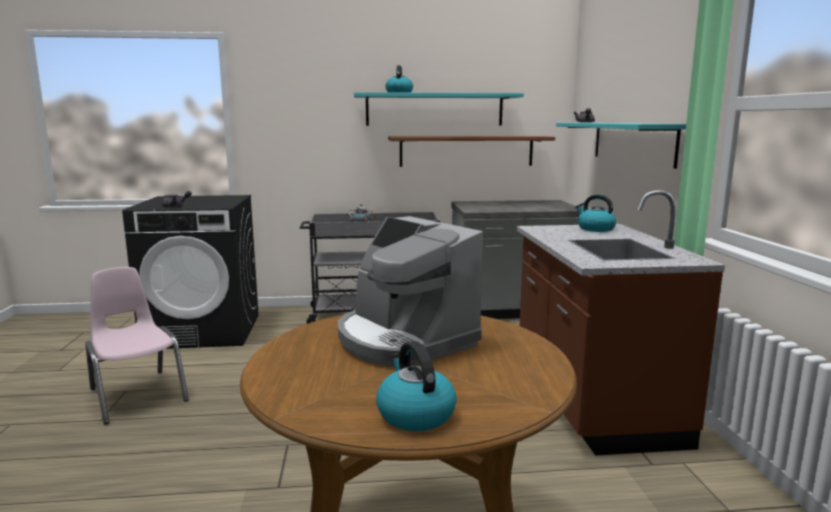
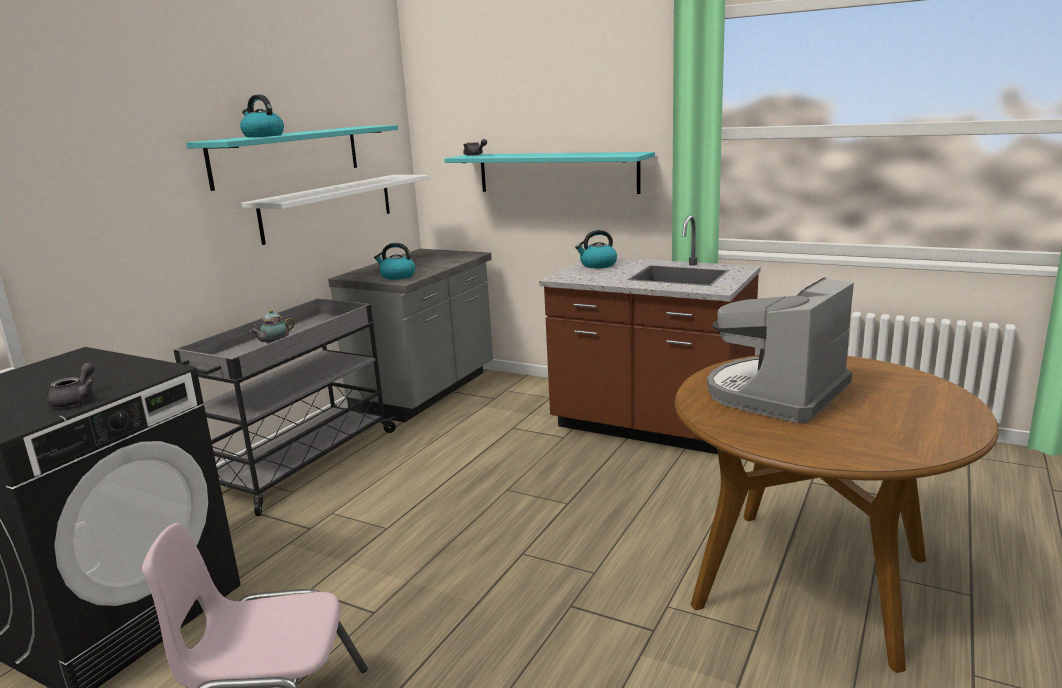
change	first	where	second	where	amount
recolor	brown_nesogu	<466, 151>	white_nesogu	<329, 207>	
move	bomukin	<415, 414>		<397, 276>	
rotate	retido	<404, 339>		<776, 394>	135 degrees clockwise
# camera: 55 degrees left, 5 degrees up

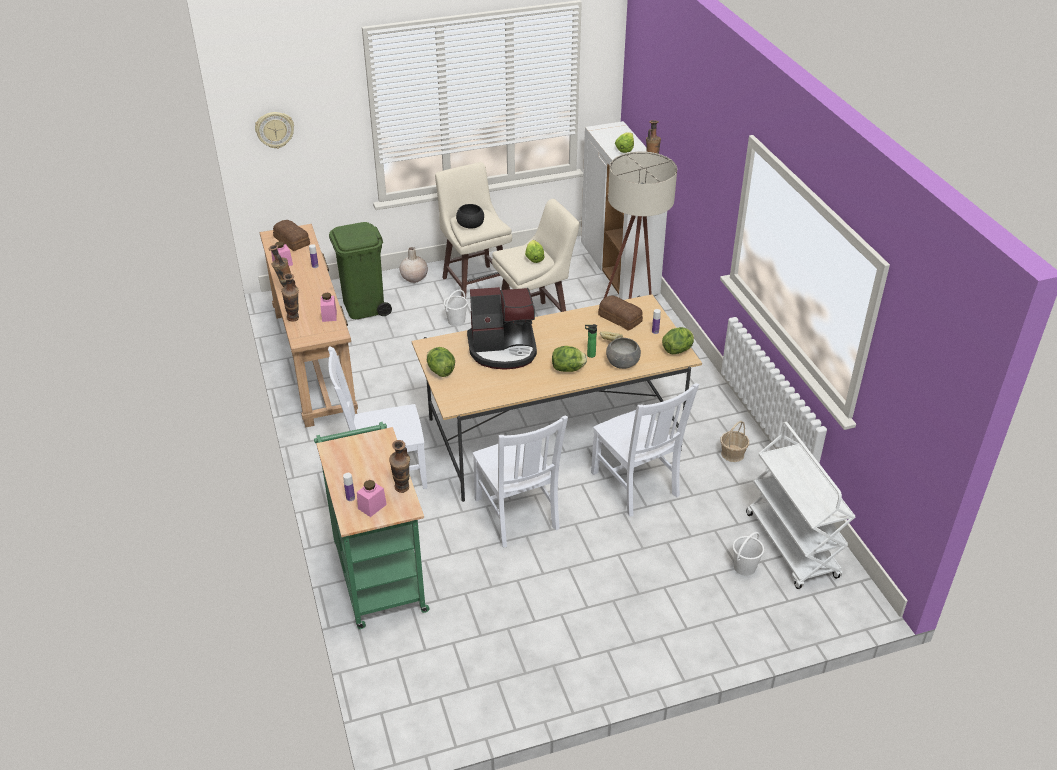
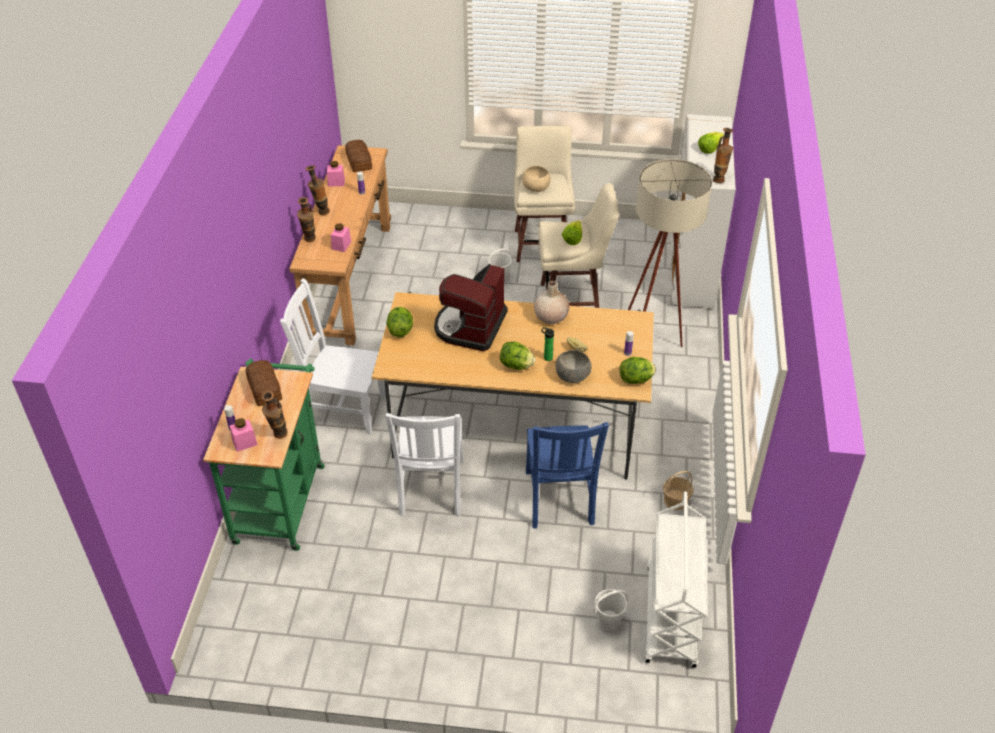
change	first	where	second	where	amount
move	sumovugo	<620, 318>		<265, 388>	
rotate	retido	<503, 350>		<470, 326>	90 degrees clockwise
recolor	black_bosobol	<471, 225>	beige_bosobol	<536, 187>	
recolor	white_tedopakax	<636, 486>	blue_tedopakax	<559, 500>	
move	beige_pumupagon	<414, 278>		<550, 317>	
delete	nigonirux	<274, 129>			
delete	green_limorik	<364, 307>			
# camera: 25 degrees right, 5 degrees up

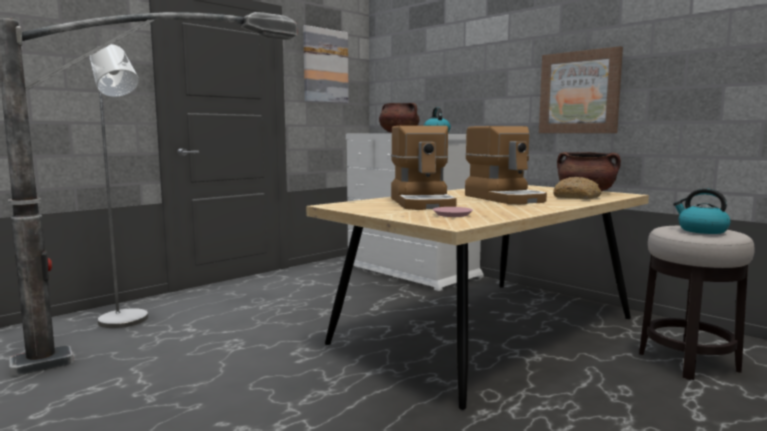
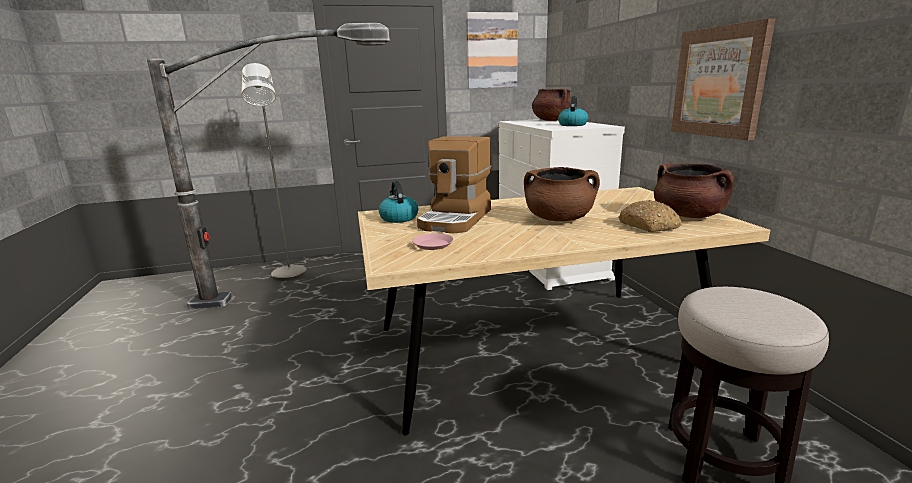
change	first	where	second	where	amount
move	bomukin	<701, 230>		<398, 218>	
replace	retido	<505, 198>	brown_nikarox	<559, 219>	
# camera: 30 degrees right, 10 degrees up

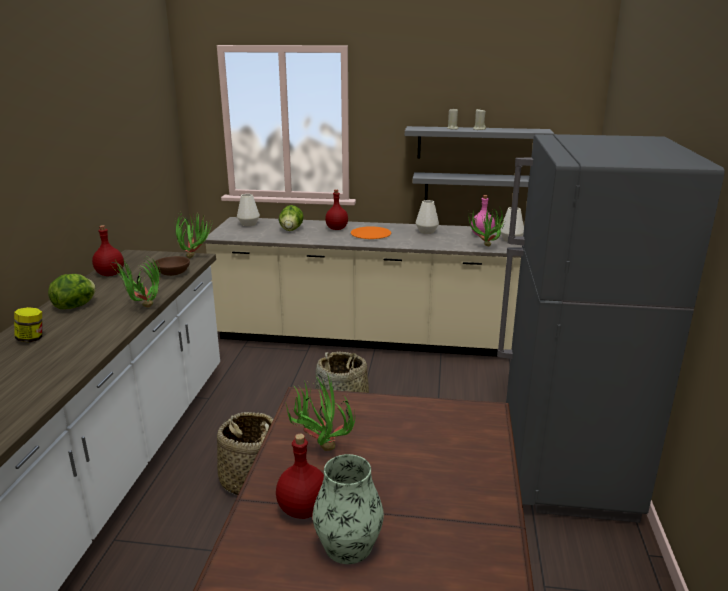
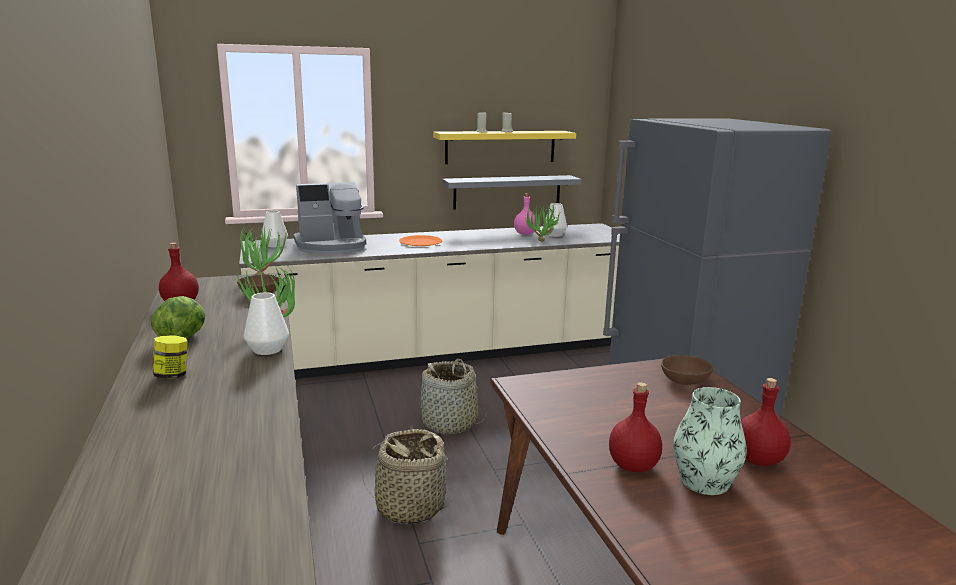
change	first	where	second	where	amount
move	white_pumupagon	<426, 231>		<267, 349>	
replace	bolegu	<291, 230>	retido	<331, 246>	
recolor	grey_nesogu	<476, 143>	yellow_nesogu	<500, 147>	
insert			brown_bosobol	<684, 380>	
move	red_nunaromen	<336, 228>		<757, 460>	
delete	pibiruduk	<320, 447>			
# camera: 25 degrees left, 5 degrees down

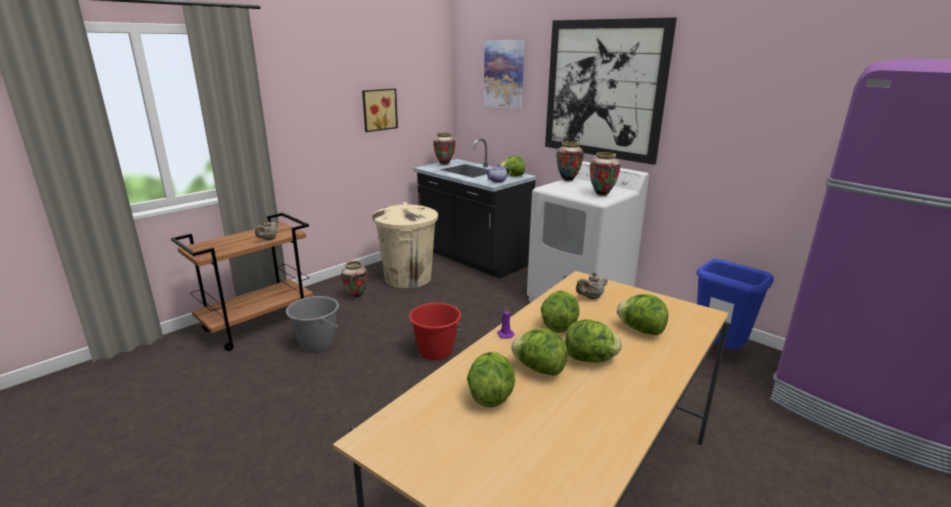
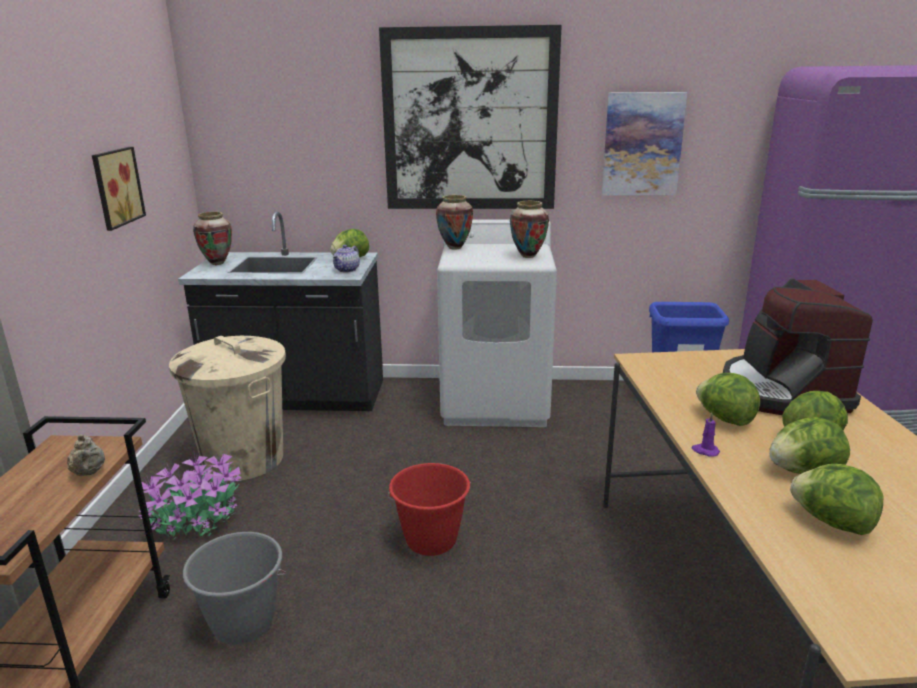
change	first	where	second	where	amount
replace	pumupagon	<356, 296>	pibiruduk	<198, 520>	
move	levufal	<504, 74>		<642, 144>	
replace	bolegu	<640, 330>	retido	<782, 391>	
delete	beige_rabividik	<591, 297>			
# camera: 40 degrees left, 0 degrees up

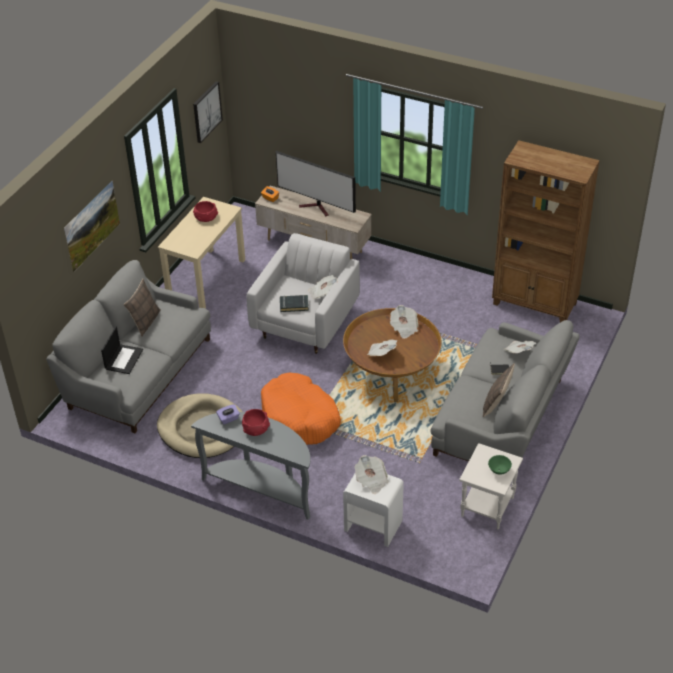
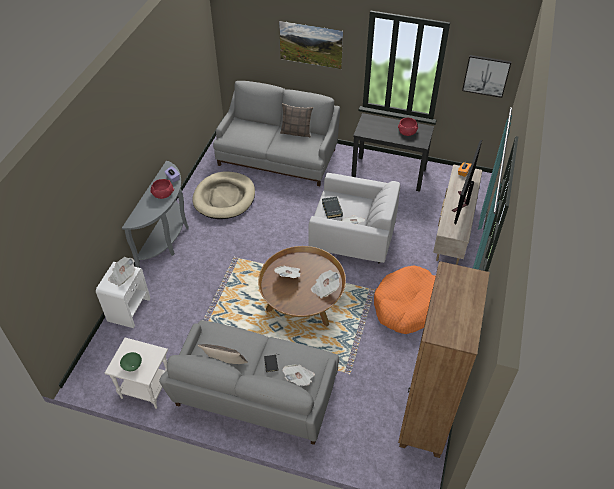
change	first	where	second	where	amount
recolor	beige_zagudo	<206, 278>	black_zagudo	<389, 173>	
move	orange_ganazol	<300, 418>		<407, 305>	
delete	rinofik	<123, 359>			
# camera: 80 degrees right, 5 degrees up

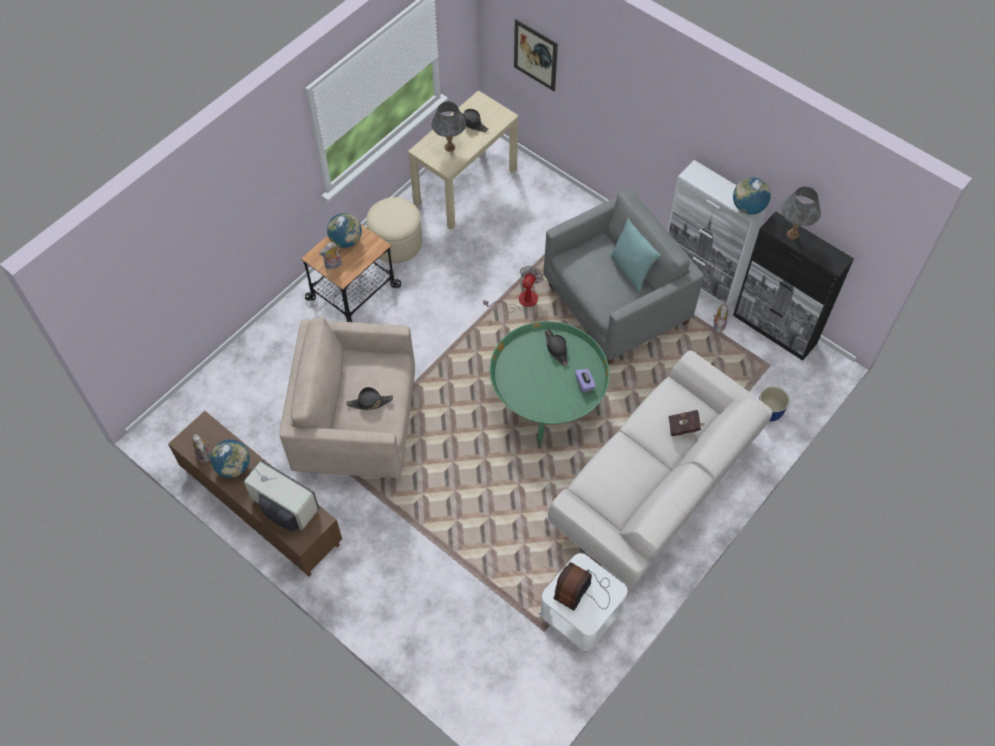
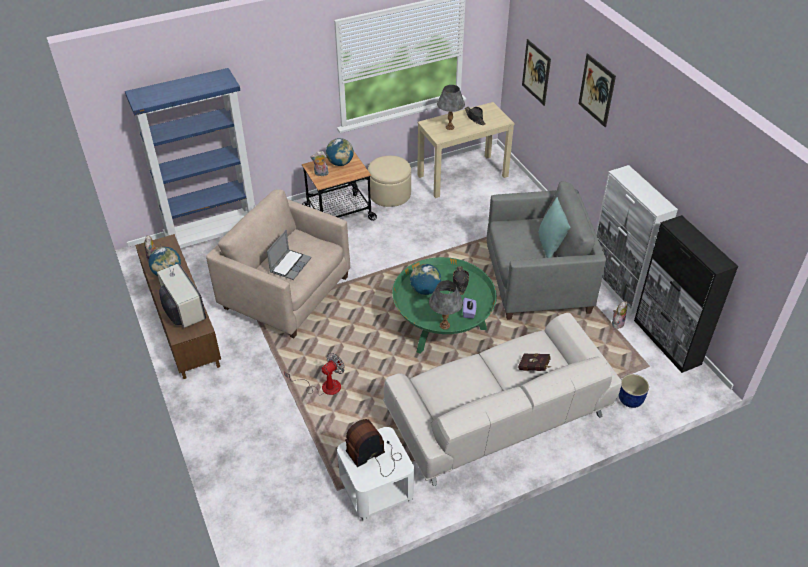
change	first	where	second	where	amount
insert			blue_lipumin	<214, 236>	
replace	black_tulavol	<369, 402>	rinofik	<290, 265>	
move	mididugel	<520, 301>		<324, 387>	
move	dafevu	<748, 207>		<425, 290>	
move	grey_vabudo	<792, 234>		<444, 325>	
insert			levufal	<596, 90>	
# camera: 25 degrees right, 15 degrees down

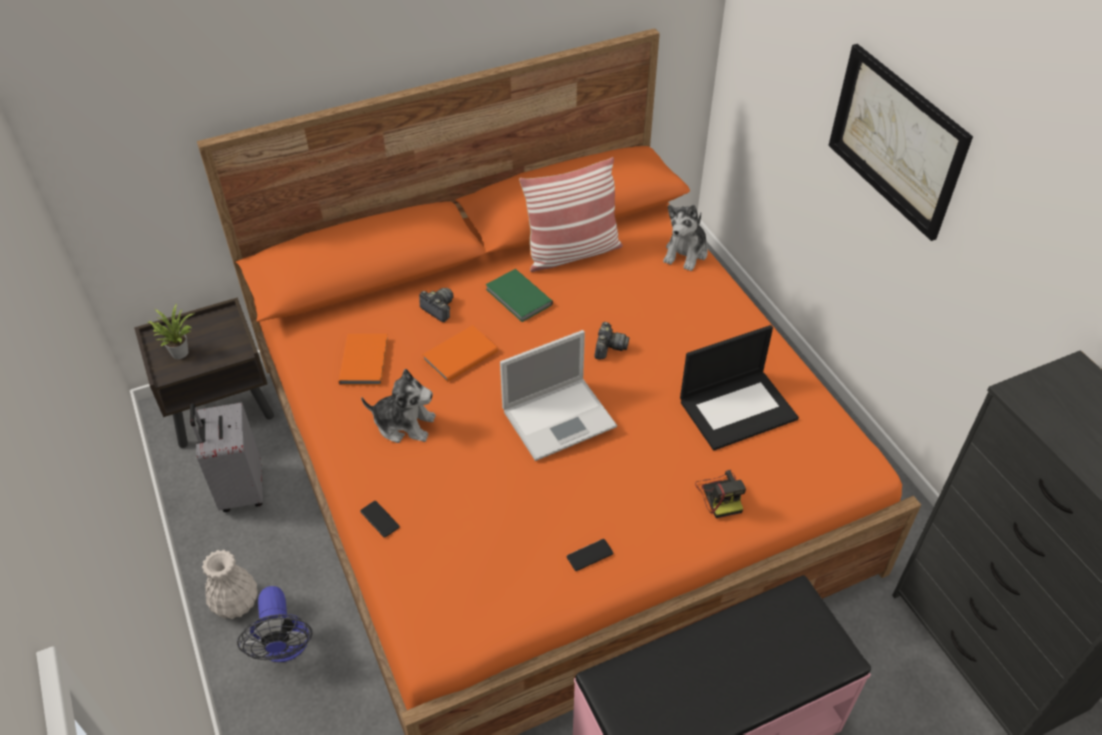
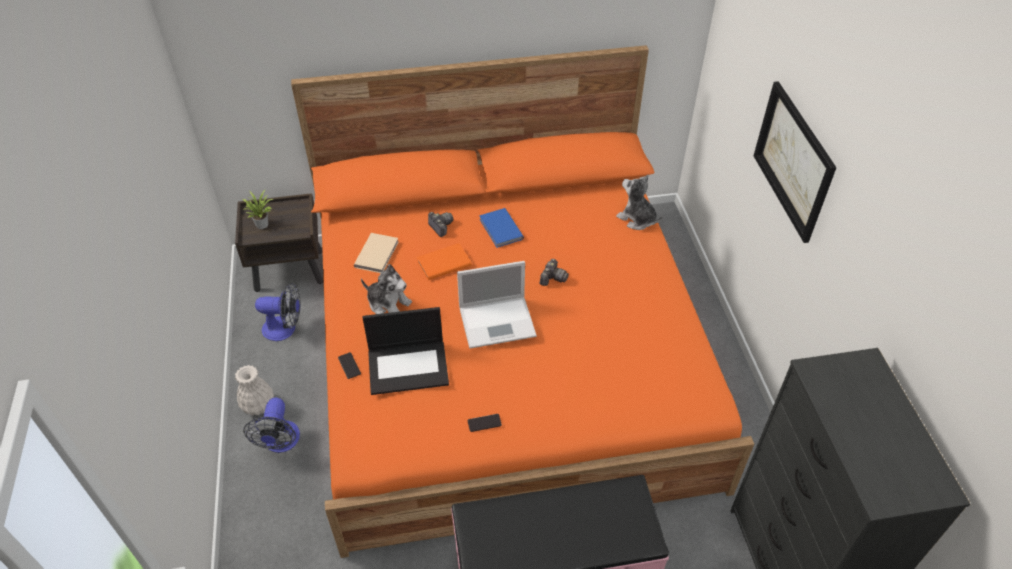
change	first	where	second	where	amount
replace	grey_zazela	<240, 489>	mididugel	<285, 328>	
recolor	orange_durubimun	<366, 361>	beige_durubimun	<378, 254>	
move	rinofik	<738, 408>		<409, 366>	
recolor	green_durubimun	<518, 298>	blue_durubimun	<500, 230>	
rotate	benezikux	<686, 253>		<637, 219>	90 degrees clockwise
delete	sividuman	<572, 252>			
delete	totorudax	<720, 495>			
# camera: 15 degrees right, 0 degrees up

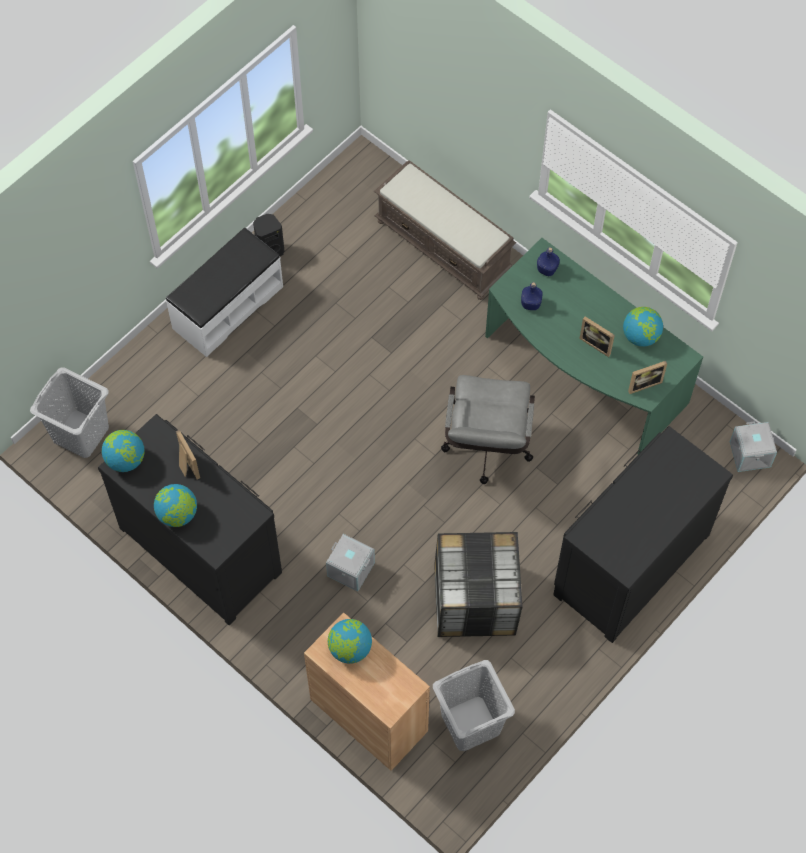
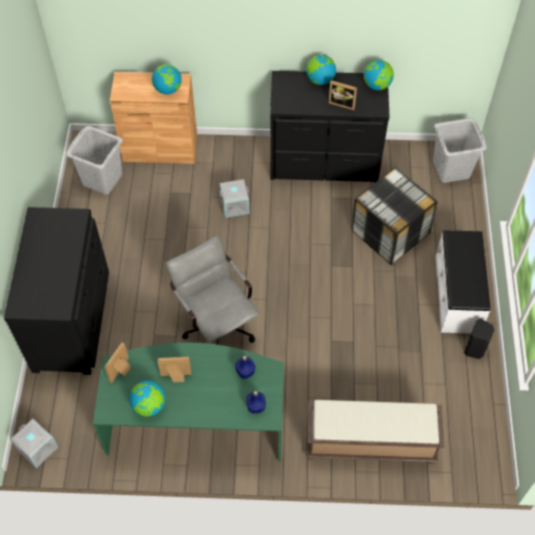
change	first	where	second	where	amount
move	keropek	<475, 600>		<389, 232>	
# camera: 140 degrees right, 5 degrees down

